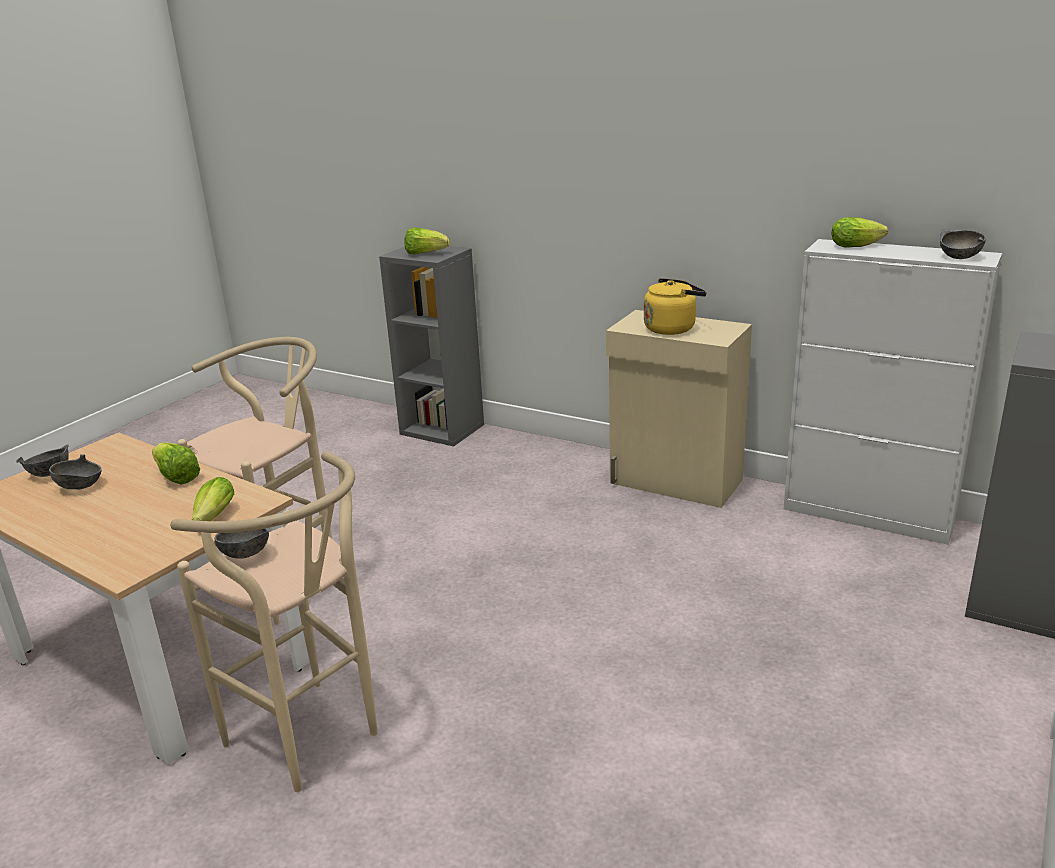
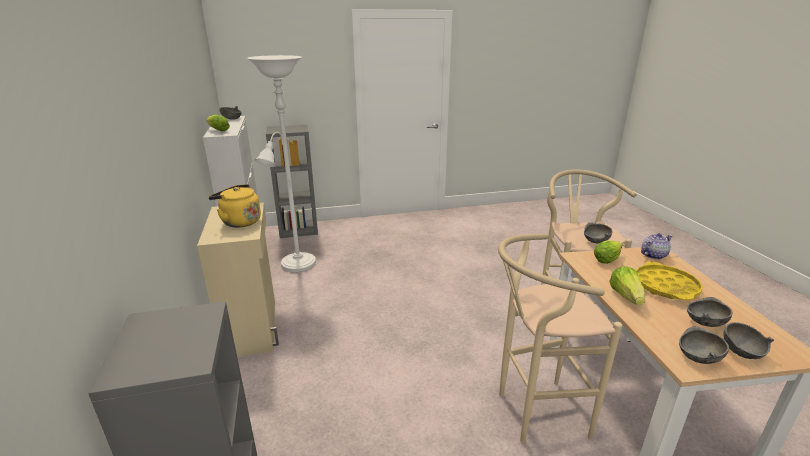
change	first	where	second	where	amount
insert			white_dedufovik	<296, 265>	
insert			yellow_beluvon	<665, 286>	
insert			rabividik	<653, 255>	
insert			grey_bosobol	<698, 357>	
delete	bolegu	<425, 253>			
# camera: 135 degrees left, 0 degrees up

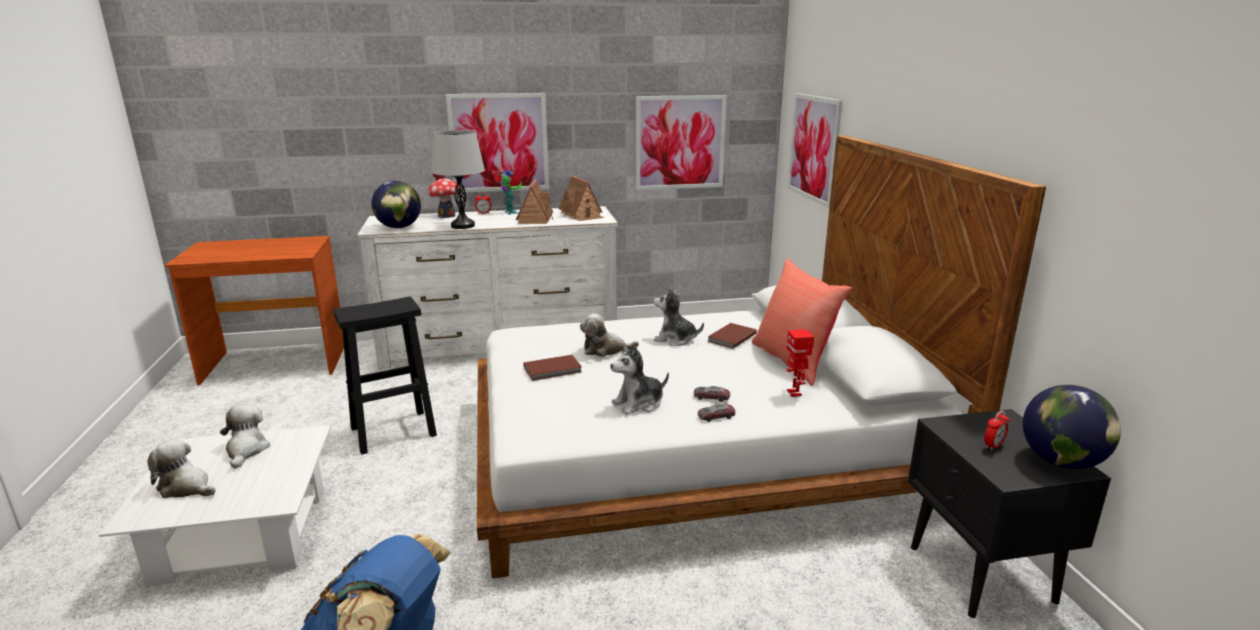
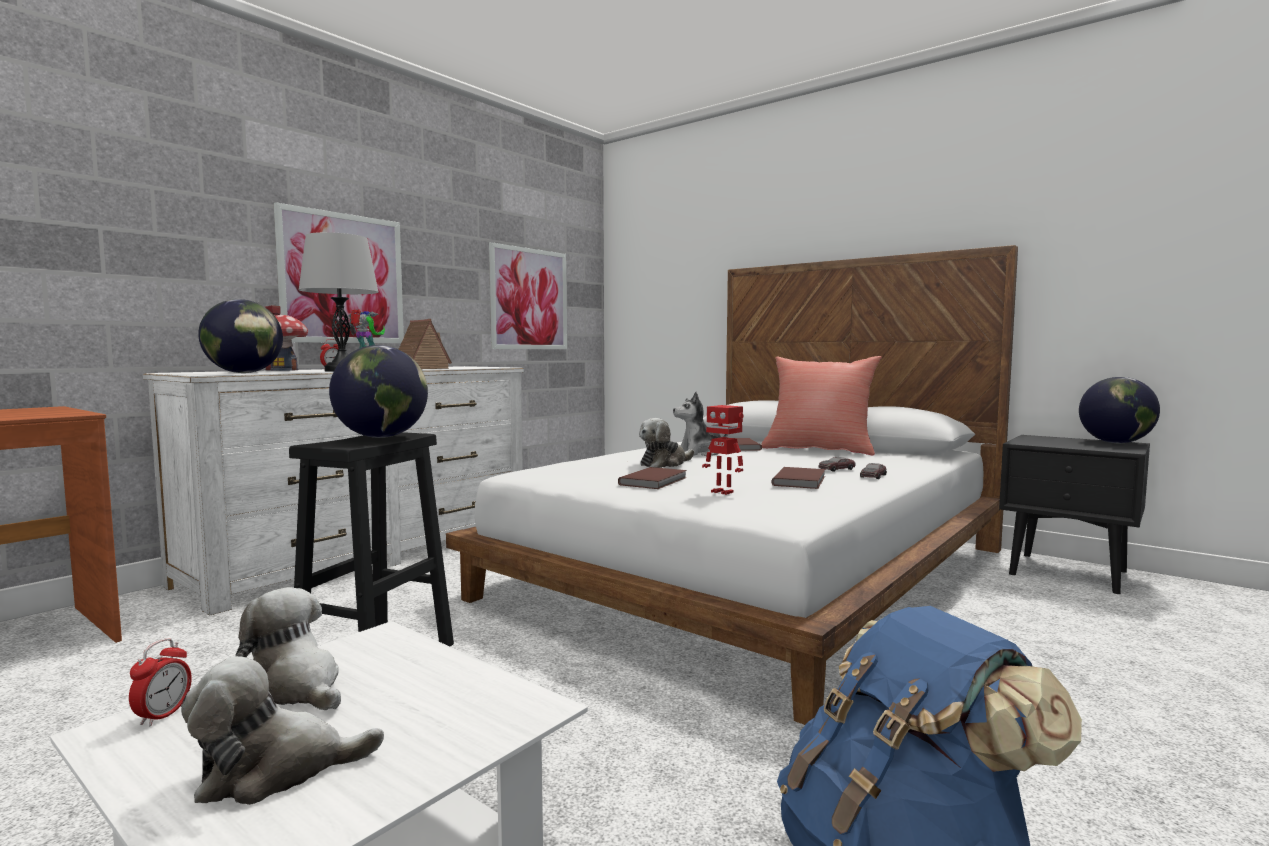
change	first	where	second	where	amount
move	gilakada	<993, 446>		<163, 715>	
insert			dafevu	<382, 437>	
move	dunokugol	<795, 393>		<723, 492>	
replace	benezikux	<639, 404>	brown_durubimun	<801, 481>	
delete	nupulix	<581, 215>			
delete	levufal	<813, 148>			
# camera: 40 degrees left, 15 degrees down

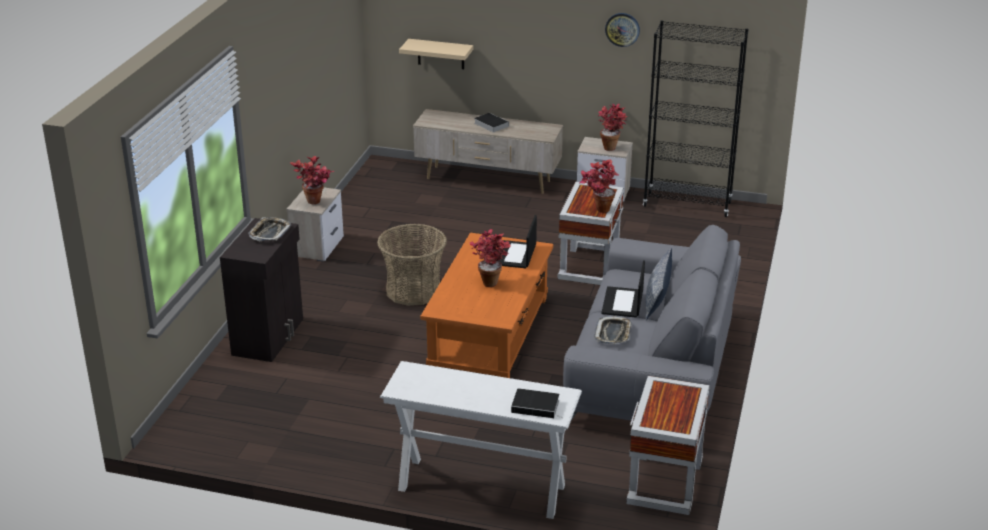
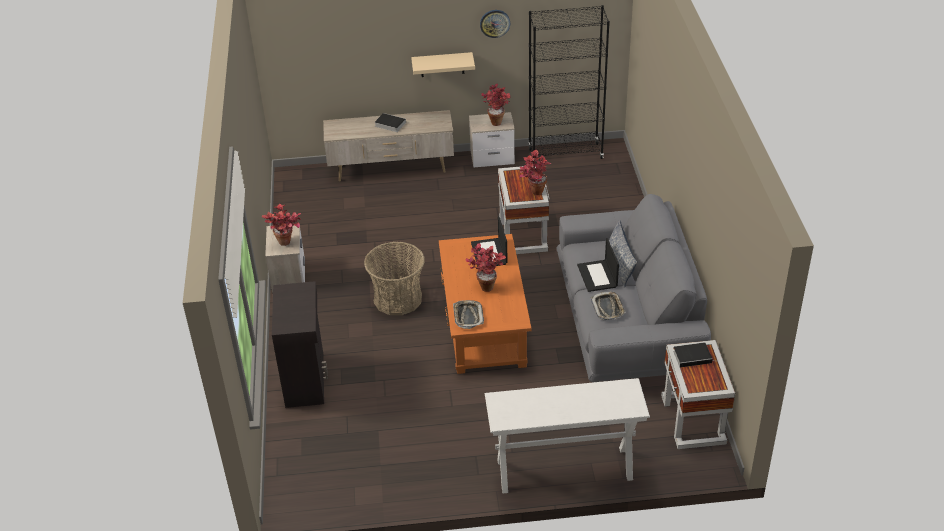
change	first	where	second	where	amount
move	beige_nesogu	<441, 54>		<442, 64>	
move	beluvon	<269, 232>		<468, 316>	
move	durubimun	<537, 406>		<693, 356>	
# camera: 20 degrees left, 10 degrees up

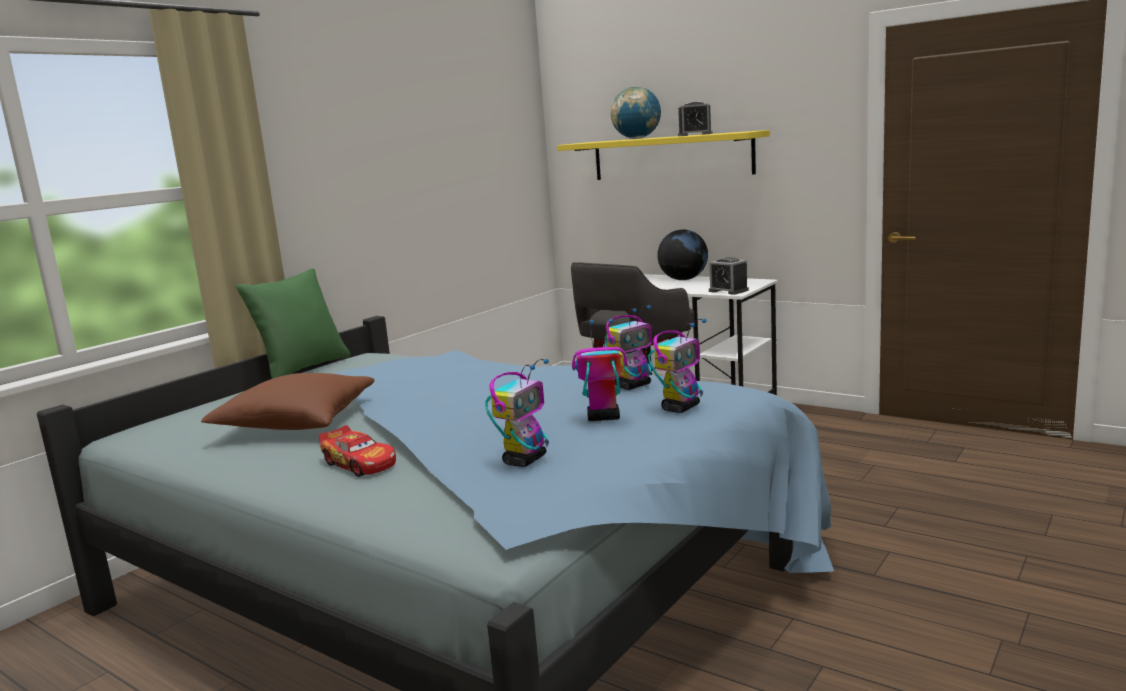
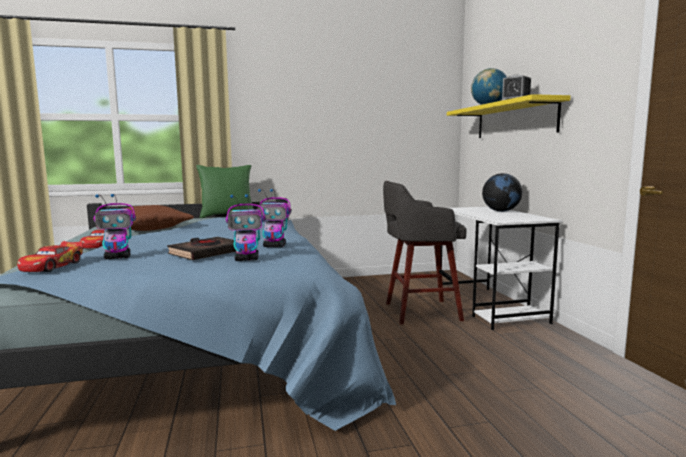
change	first	where	second	where	amount
insert			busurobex	<53, 266>	
replace	dunokugol	<602, 417>	black_durubimun	<206, 253>	
delete	gilakada	<728, 291>			
# camera: 40 degrees right, 5 degrees down

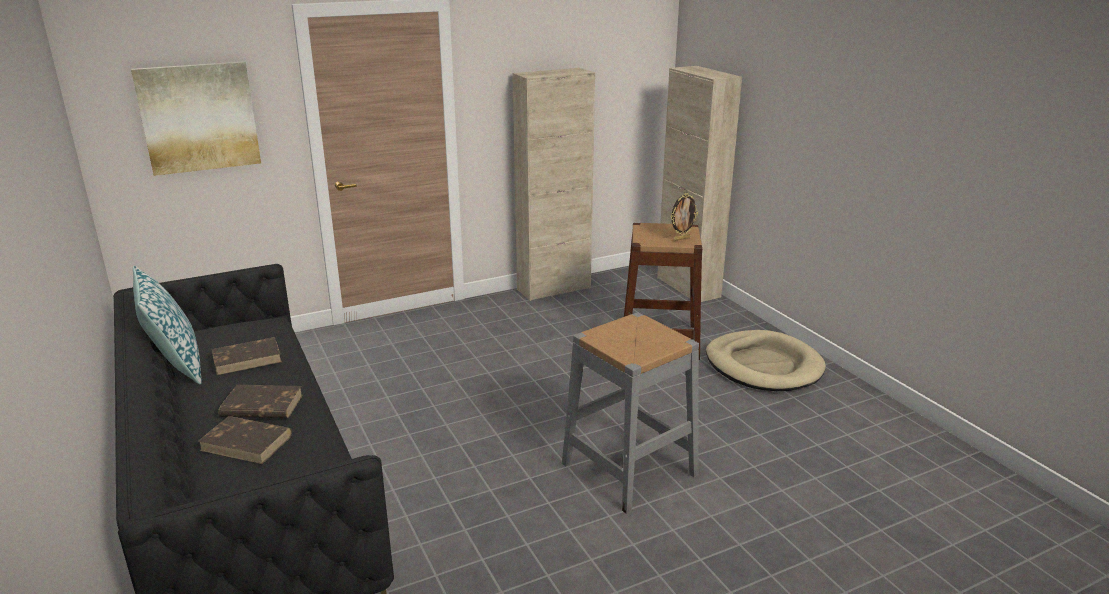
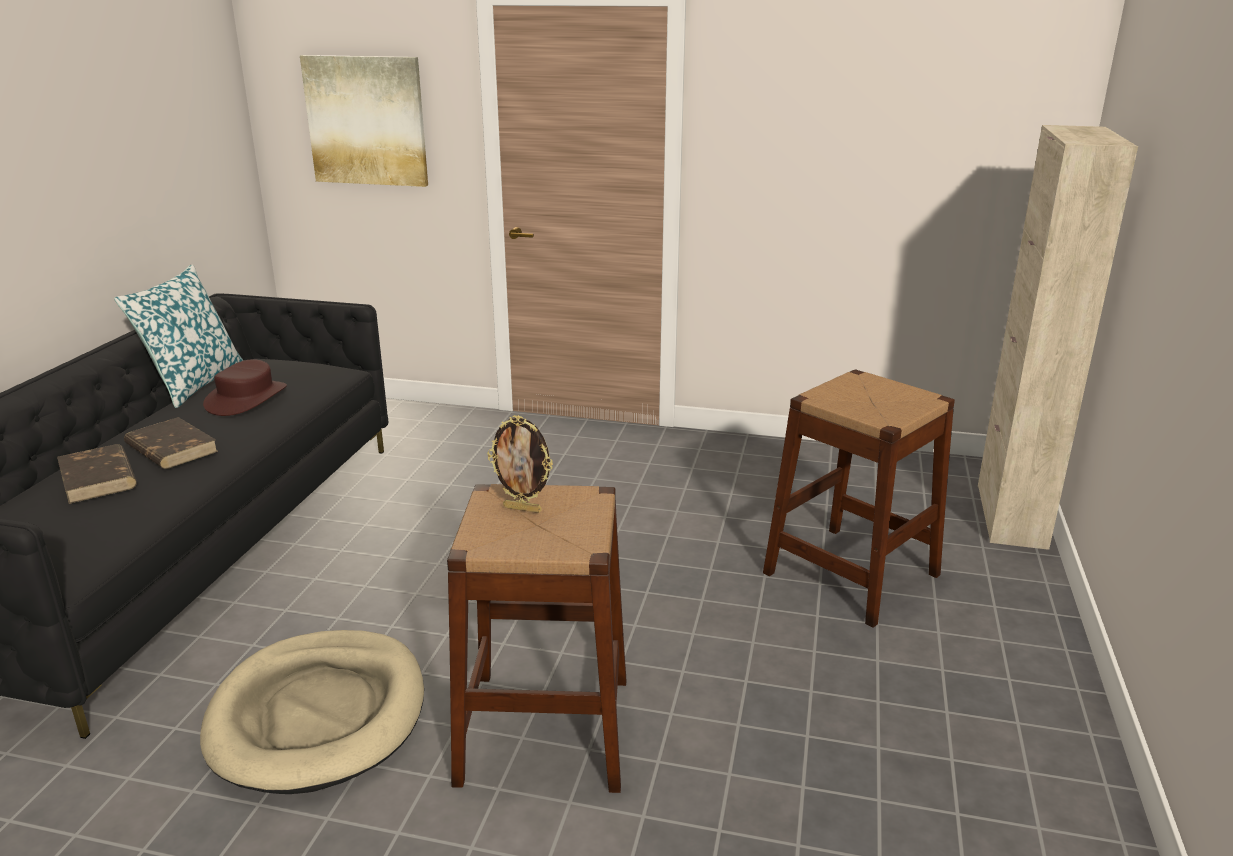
change	first	where	second	where	amount
move	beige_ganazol	<763, 365>		<319, 715>	
replace	brown_durubimun	<247, 359>	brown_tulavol	<247, 398>	
recolor	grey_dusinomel	<629, 469>	brown_dusinomel	<545, 729>	
move	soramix	<682, 238>		<523, 509>	
delete	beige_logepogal	<554, 289>			
# camera: 40 degrees right, 0 degrees up

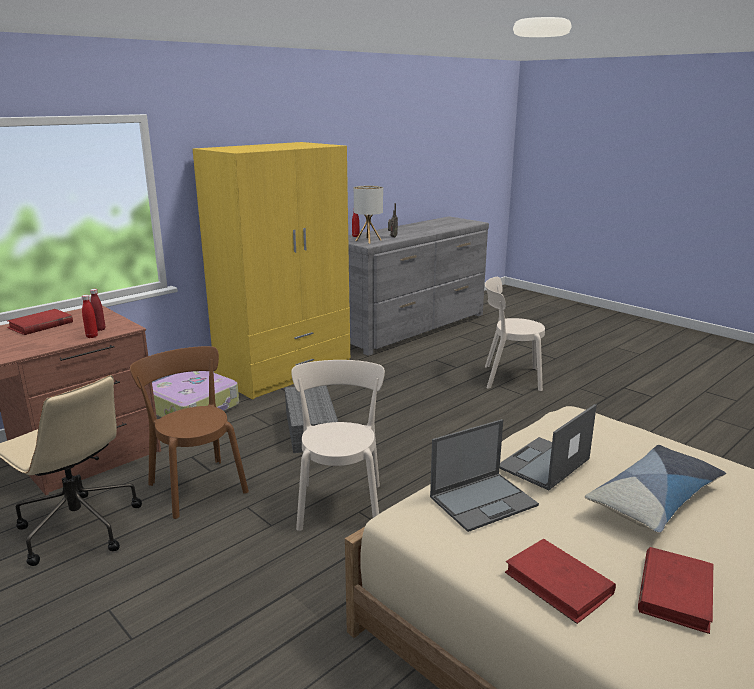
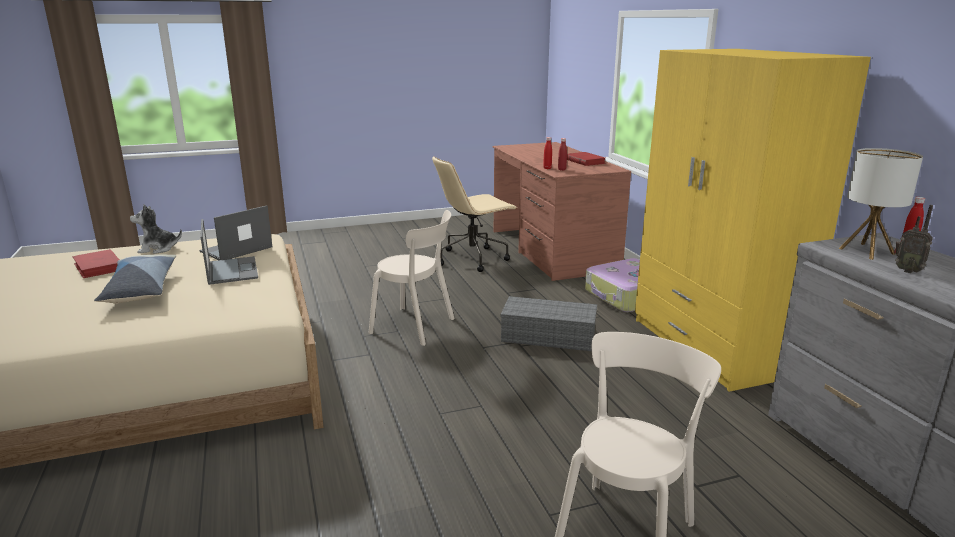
change	first	where	second	where	amount
replace	red_durubimun	<559, 583>	benezikux	<158, 249>	
rotate	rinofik	<484, 501>		<236, 250>	45 degrees clockwise
delete	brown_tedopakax	<196, 485>			
# camera: 115 degrees right, 0 degrees up

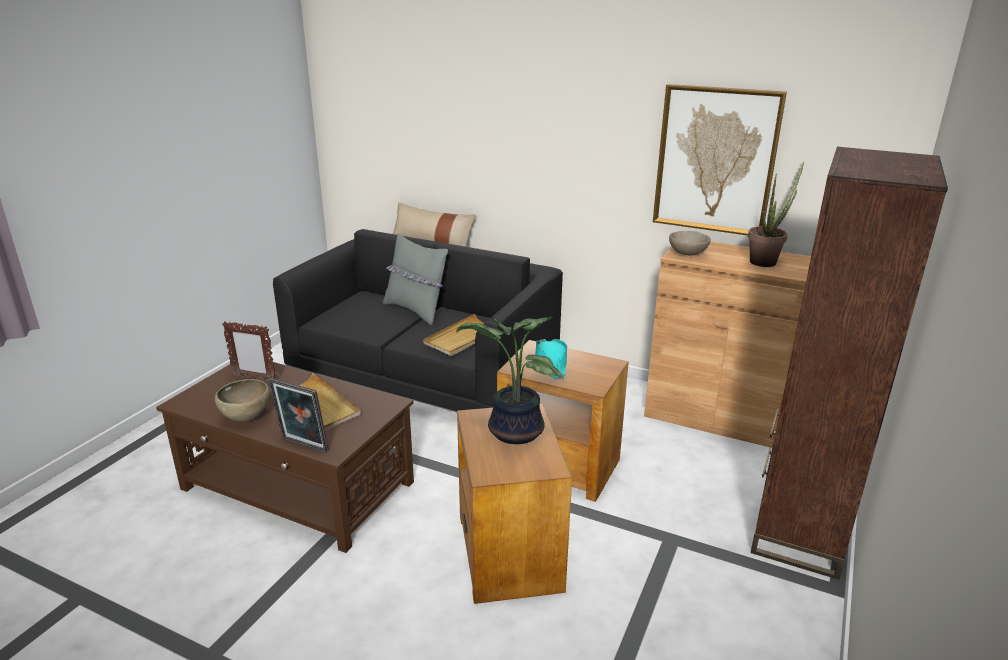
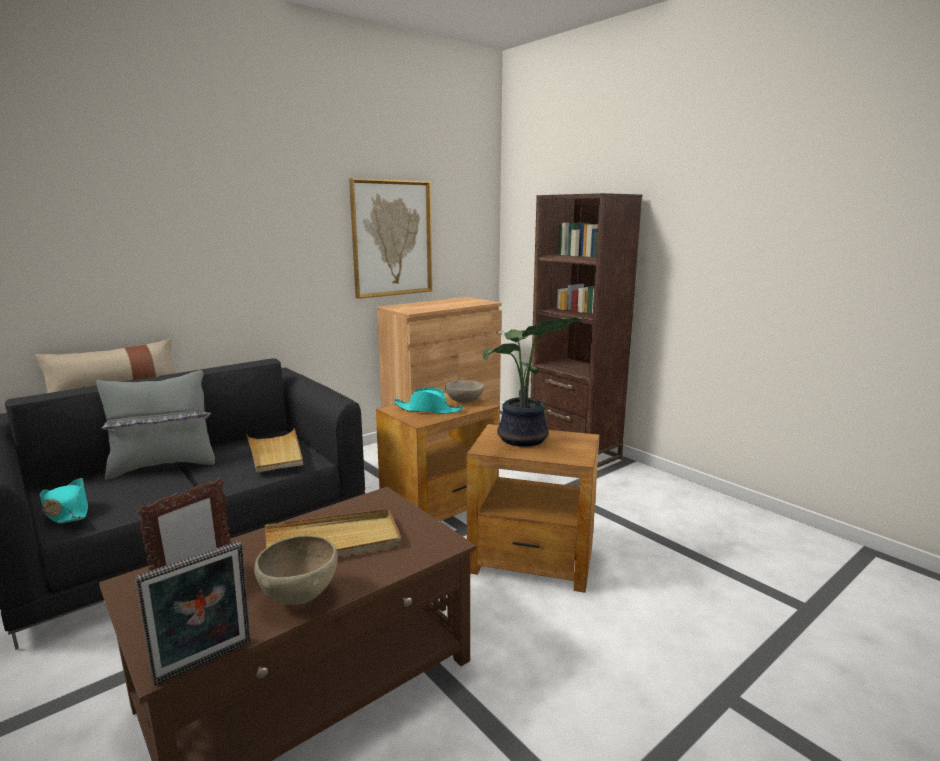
change	first	where	second	where	amount
insert			turquoise_tulavol	<67, 511>	
move	soramix	<303, 446>		<205, 664>	
move	beige_bosobol	<688, 253>		<464, 401>	
delete	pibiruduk	<766, 261>			
# camera: 65 degrees left, 10 degrees down

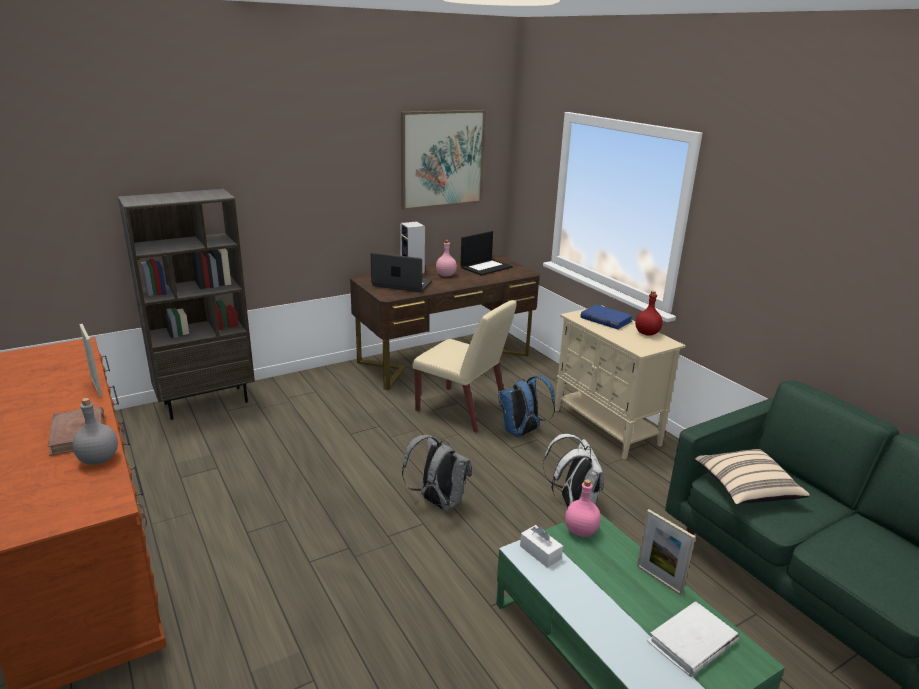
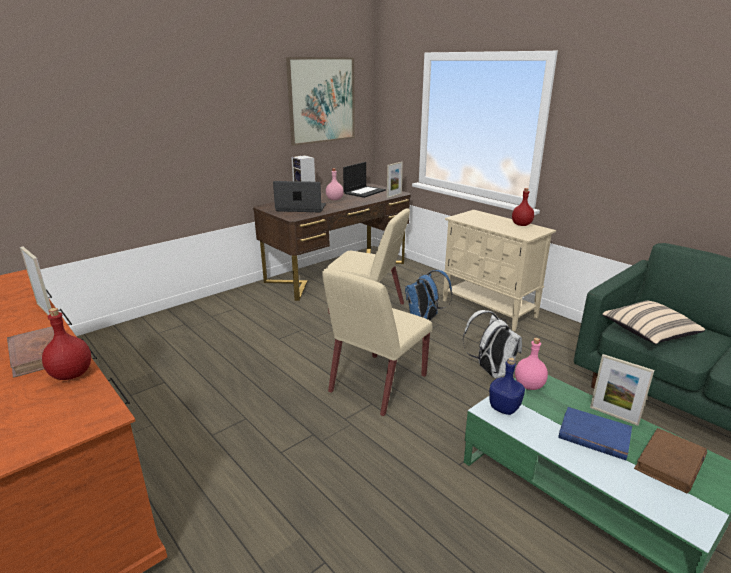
change	first	where	second	where	amount
recolor	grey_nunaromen	<99, 459>	red_nunaromen	<72, 374>	
replace	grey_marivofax	<438, 502>	beige_tedopakax	<377, 384>	
insert			soramix	<394, 195>	
replace	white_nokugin	<540, 552>	blue_nunaromen	<505, 408>	
move	blue_durubimun	<605, 319>		<593, 436>	
recolor	white_durubimun	<692, 642>	brown_durubimun	<670, 463>	
delete	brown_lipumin	<207, 402>			
# camera: 10 degrees left, 0 degrees up

